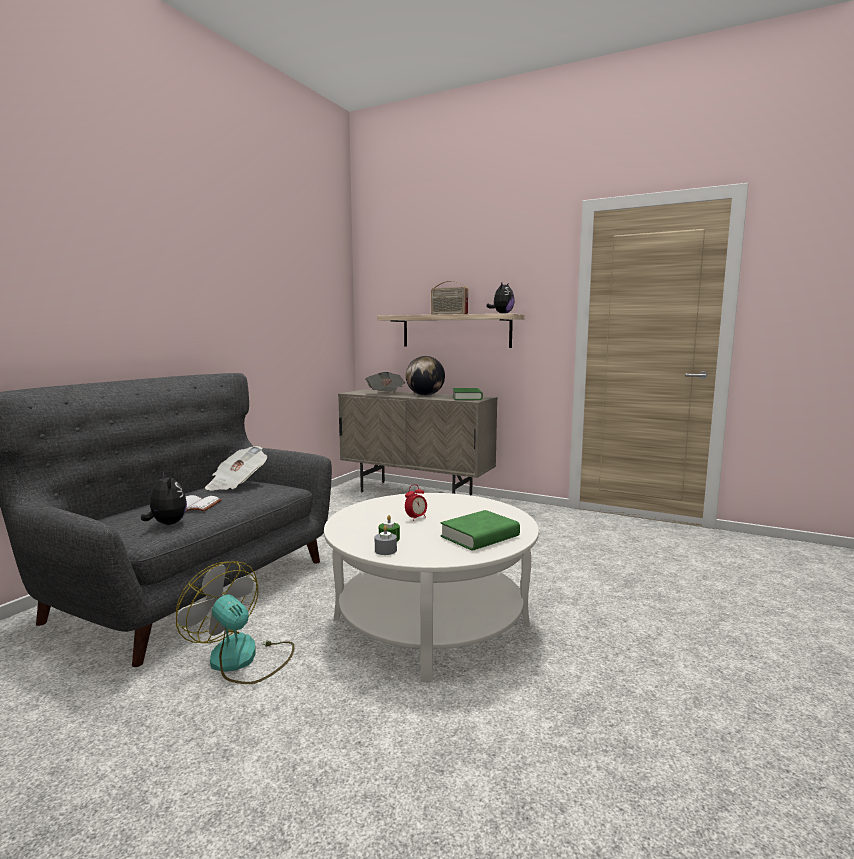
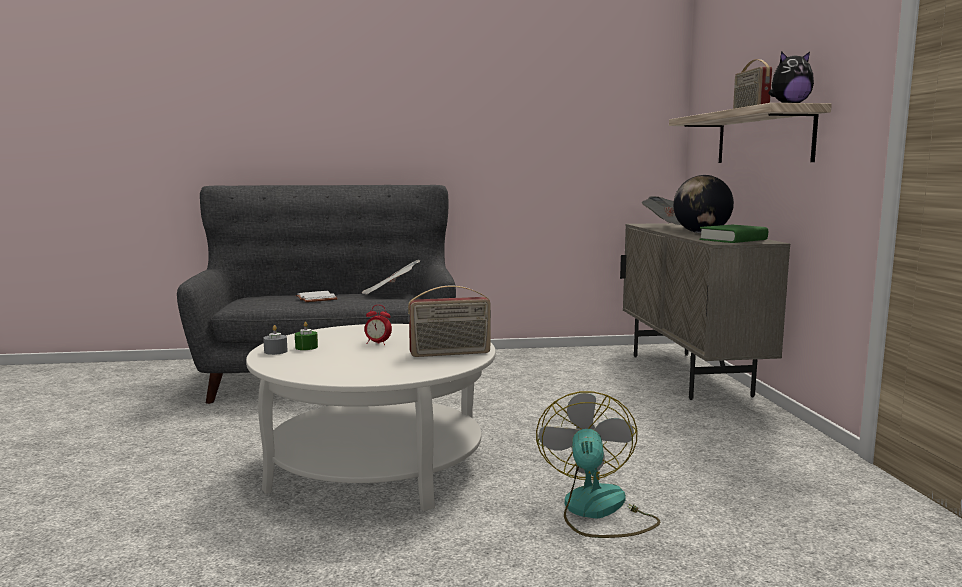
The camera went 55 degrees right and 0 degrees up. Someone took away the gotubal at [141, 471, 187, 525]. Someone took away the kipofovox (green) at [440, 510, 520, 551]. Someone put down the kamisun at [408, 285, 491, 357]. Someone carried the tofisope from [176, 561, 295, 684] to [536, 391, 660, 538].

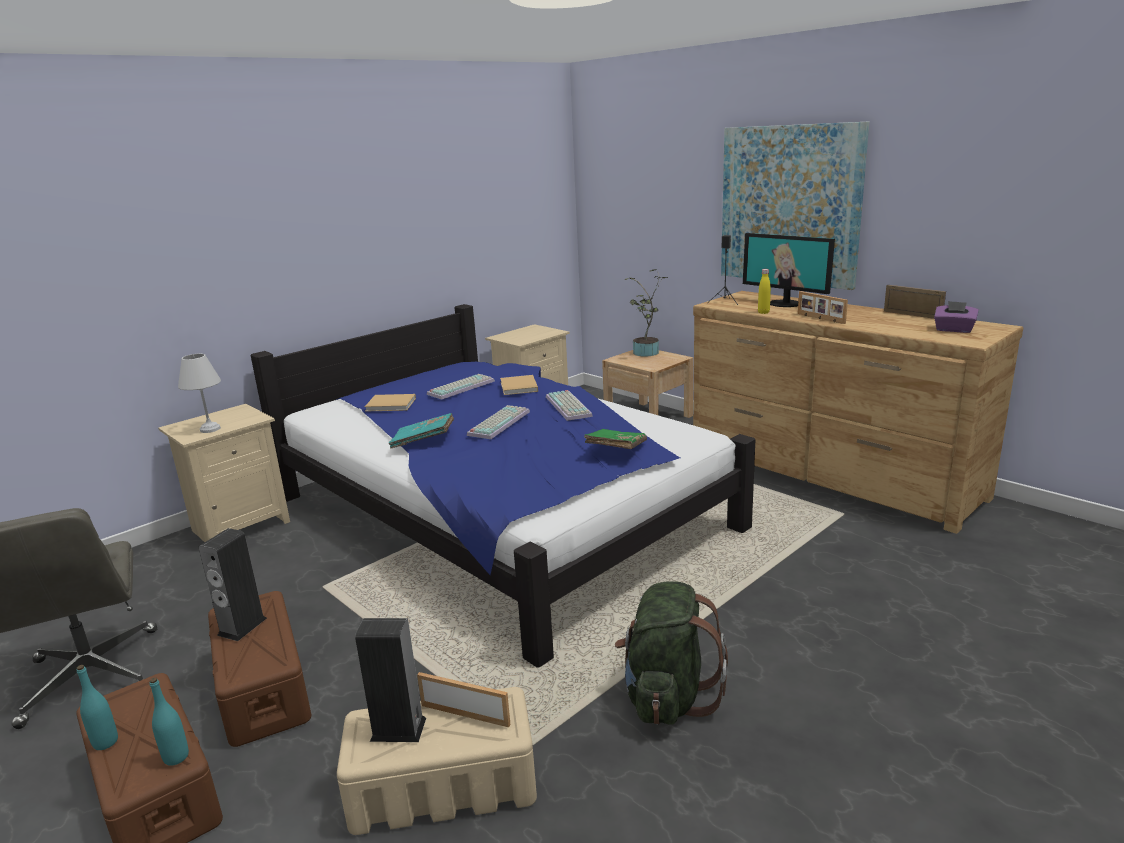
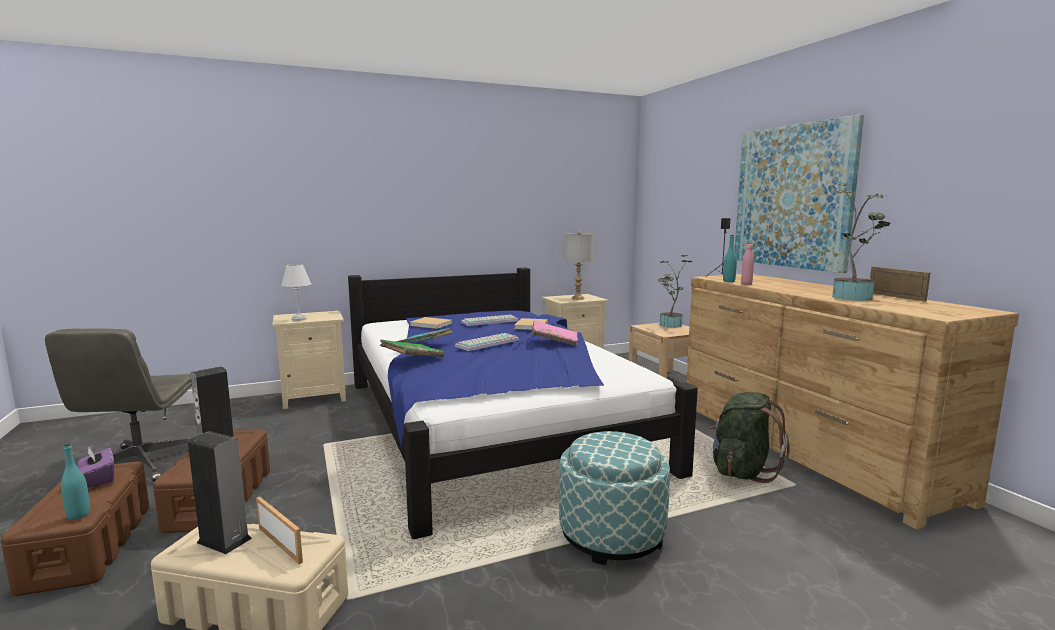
The camera went 20 degrees right and 10 degrees down. Someone took away the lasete at [743, 233, 835, 307]. Someone took away the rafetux at [798, 291, 848, 324]. Someone put down the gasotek at [559, 431, 670, 565]. Someone put down the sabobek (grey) at [565, 231, 594, 300]. Someone put down the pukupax at [832, 183, 890, 301]. Someone carried the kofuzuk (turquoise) from [77, 665, 118, 750] to [723, 235, 737, 282]. Someone carried the kipofovox (green) from [584, 429, 647, 449] to [380, 340, 444, 357]. Someone carried the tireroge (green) from [615, 581, 728, 725] to [709, 392, 790, 483]. Someone carried the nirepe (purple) from [934, 301, 979, 333] to [78, 446, 114, 488]. Someone swapped the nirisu at [546, 390, 593, 421] for the kipofovox (pink) at [532, 320, 578, 346]. Someone repainted the kofuzuk (yellow) at [758, 269, 771, 314], which became the kofuzuk (pink) at [741, 244, 754, 285].

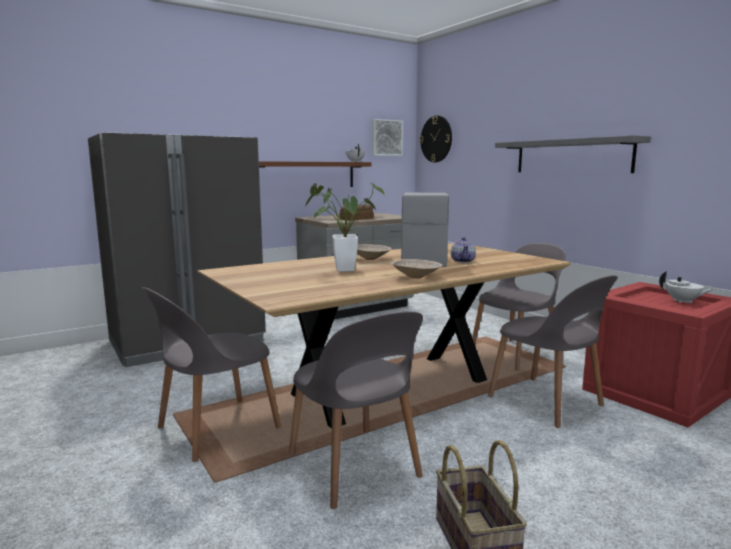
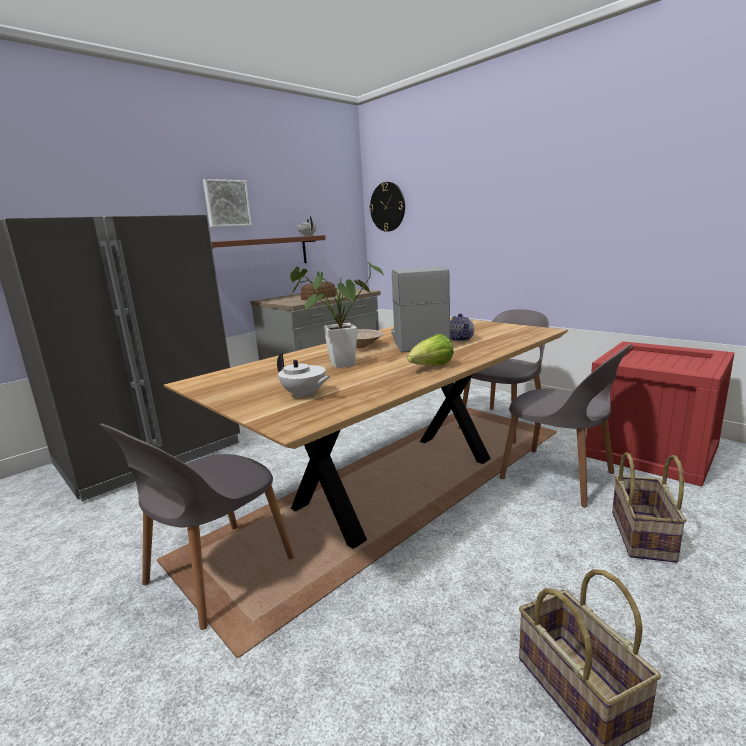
The camera went 10 degrees left and 5 degrees up. Someone took away the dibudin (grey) at [289, 312, 423, 509]. Someone took away the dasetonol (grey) at [495, 135, 651, 173]. Someone put down the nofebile at [612, 452, 687, 563]. Someone carried the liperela from [372, 119, 403, 156] to [203, 179, 252, 227]. Someone carried the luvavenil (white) from [659, 271, 714, 303] to [277, 353, 331, 399]. Someone swapped the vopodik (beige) at [391, 259, 443, 279] for the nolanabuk at [408, 334, 454, 365].

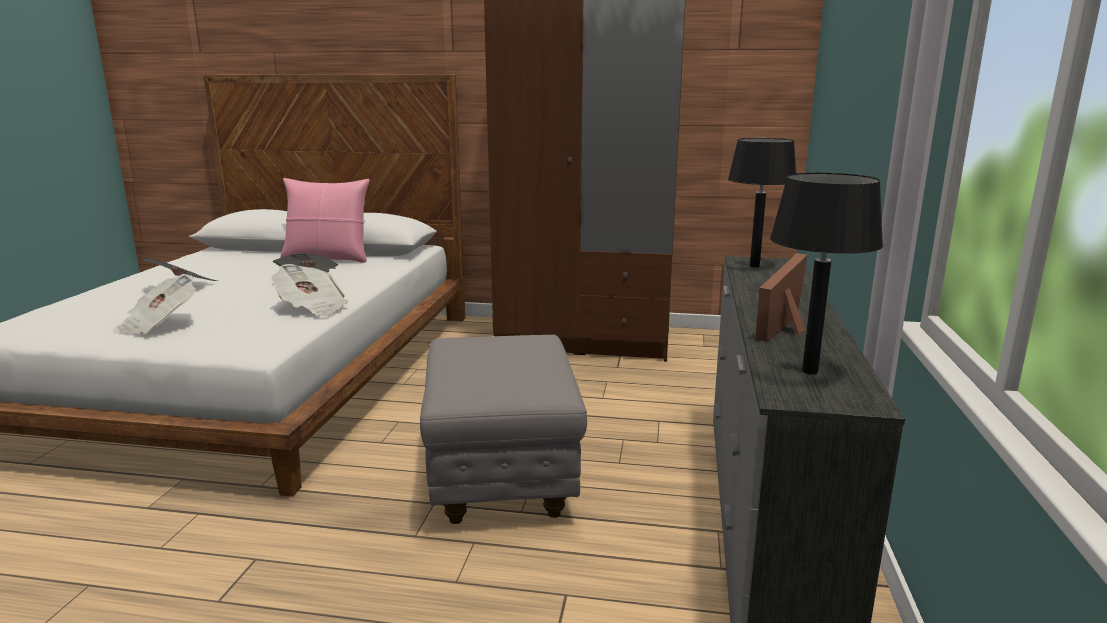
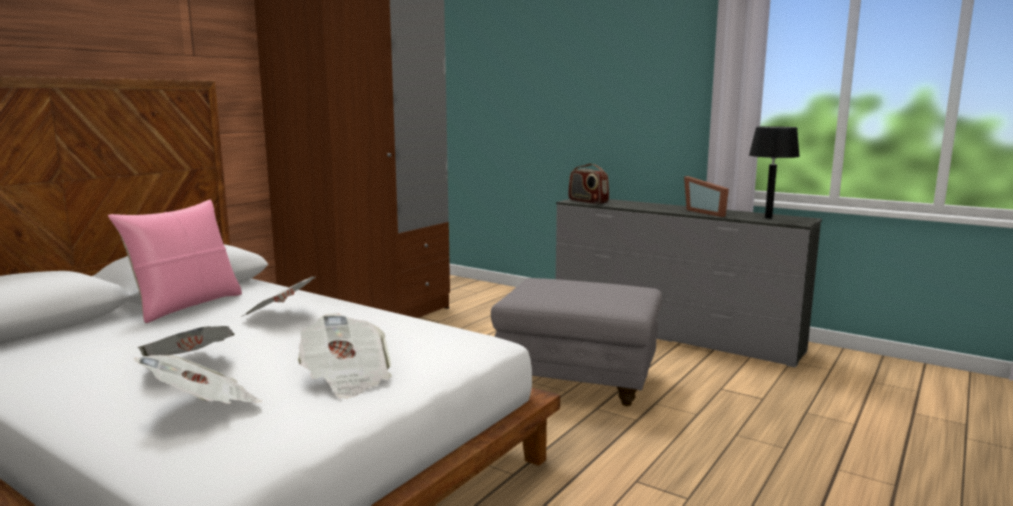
The camera went 65 degrees left and 5 degrees down. Someone carried the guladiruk from [271, 264, 348, 317] to [134, 355, 262, 404]. Someone swapped the sabobek (black) at [728, 138, 796, 267] for the kamisun at [568, 163, 609, 204].

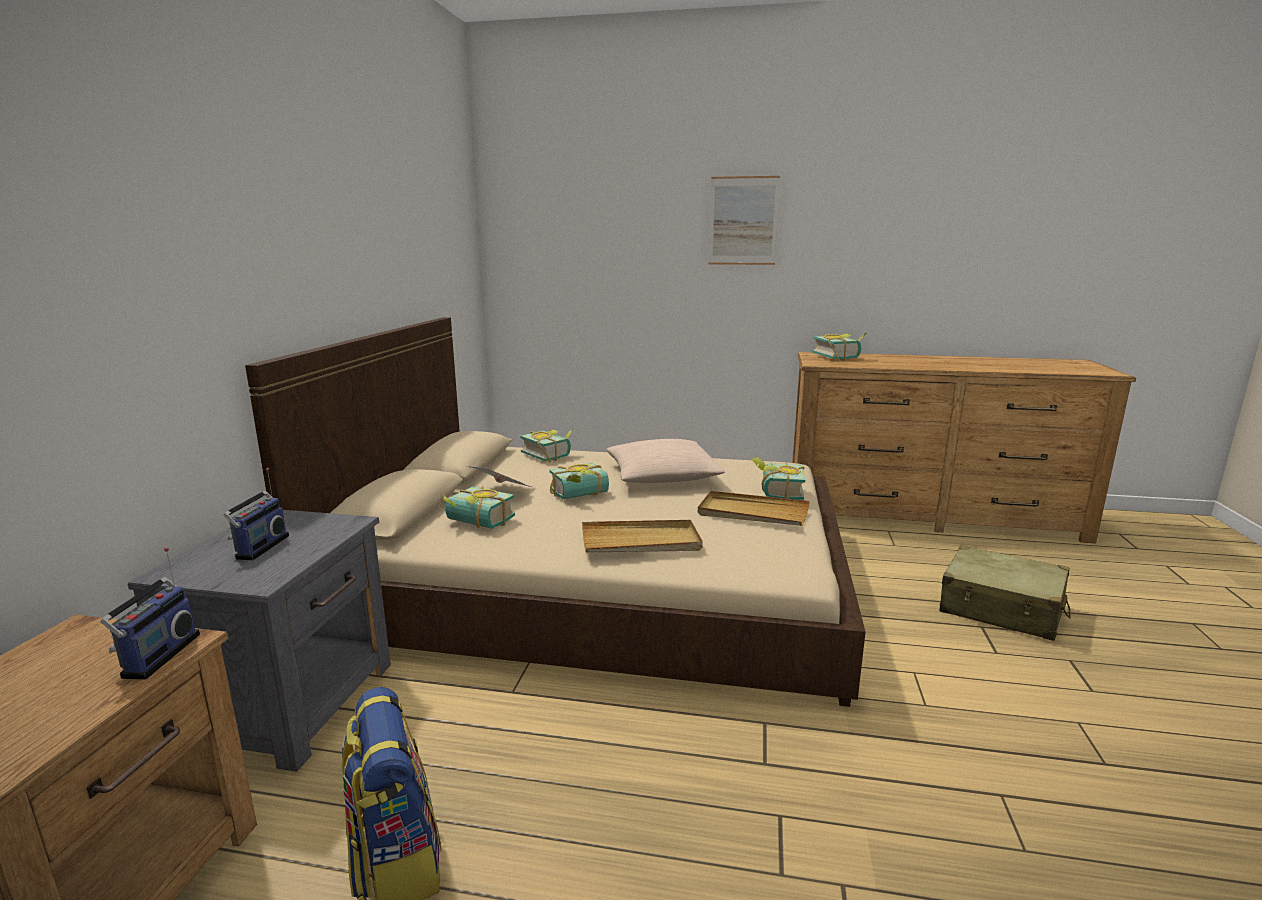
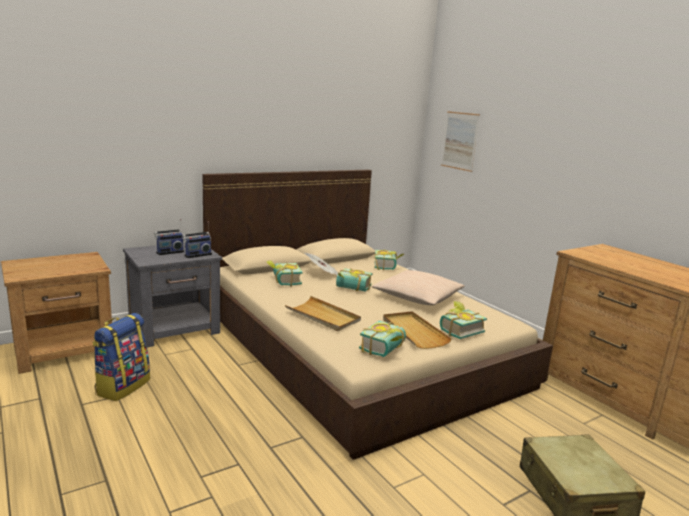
The camera went 45 degrees right and 0 degrees up. Someone carried the kamisun from [100, 548, 200, 680] to [183, 222, 212, 258]. Someone carried the liperela from [709, 176, 780, 265] to [441, 111, 480, 172]. Someone carried the kipofovox from [812, 333, 867, 361] to [359, 321, 406, 357].

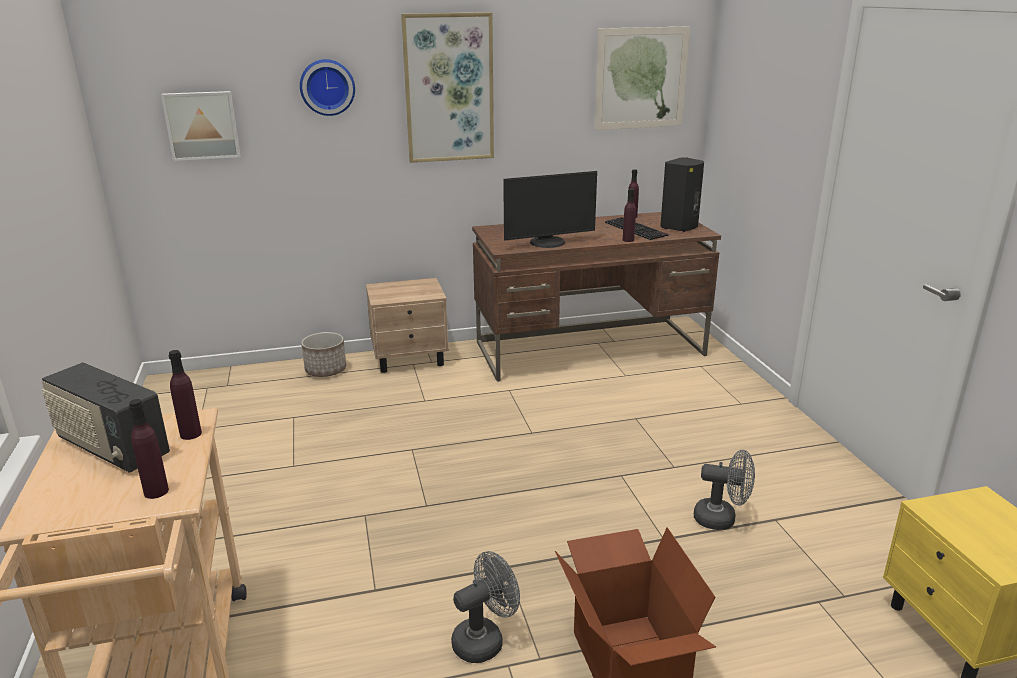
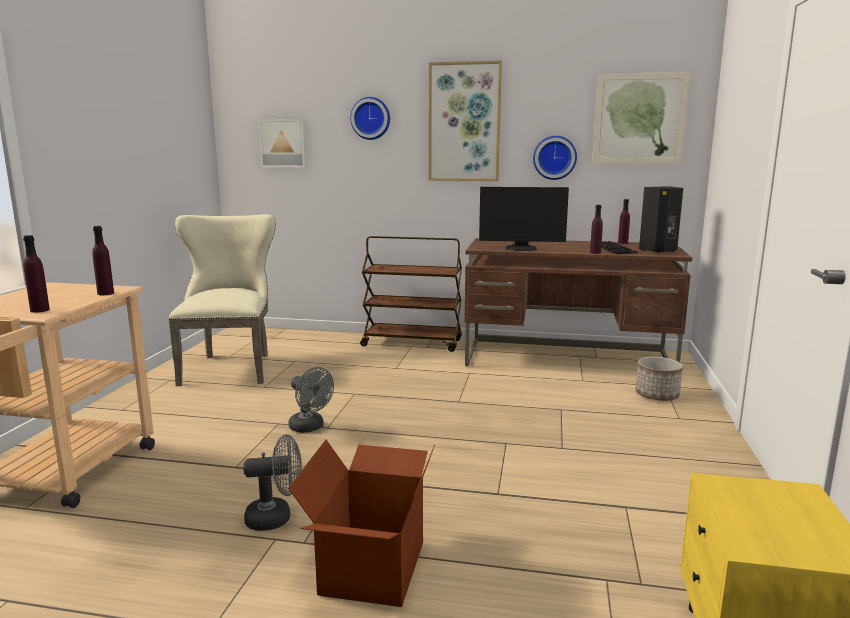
The camera went 25 degrees right and 10 degrees down. Someone took away the kamisun at [42, 362, 170, 473]. Someone put down the dibudin (beige) at [168, 214, 276, 386]. Someone put up the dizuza at [533, 136, 577, 180]. Someone carried the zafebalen from [301, 332, 346, 377] to [635, 357, 683, 401]. Someone carried the tofisope (grey) from [694, 450, 755, 530] to [289, 367, 334, 433]. Someone swapped the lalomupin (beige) at [366, 278, 449, 373] for the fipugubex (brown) at [360, 236, 462, 352].

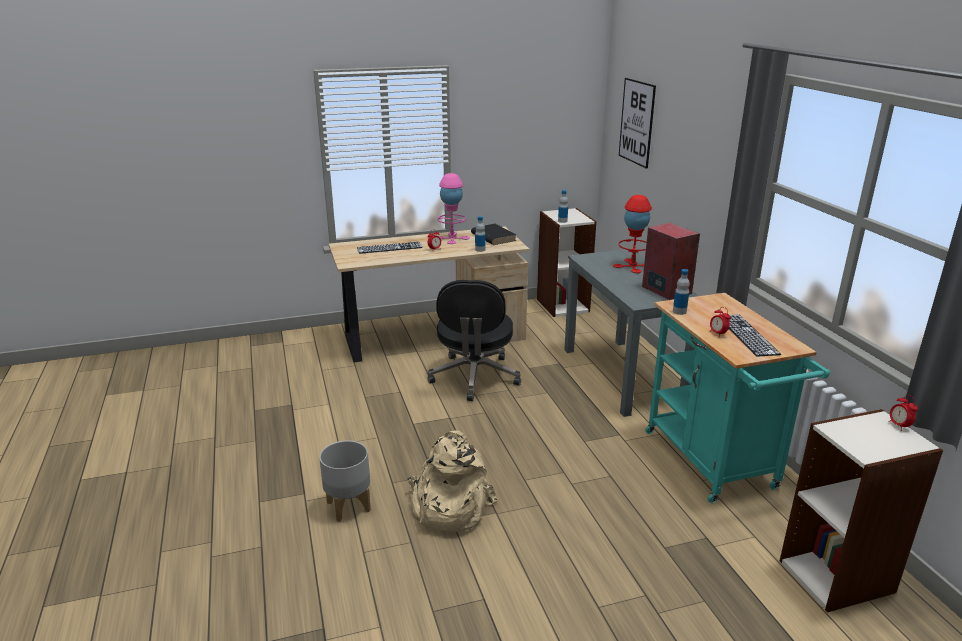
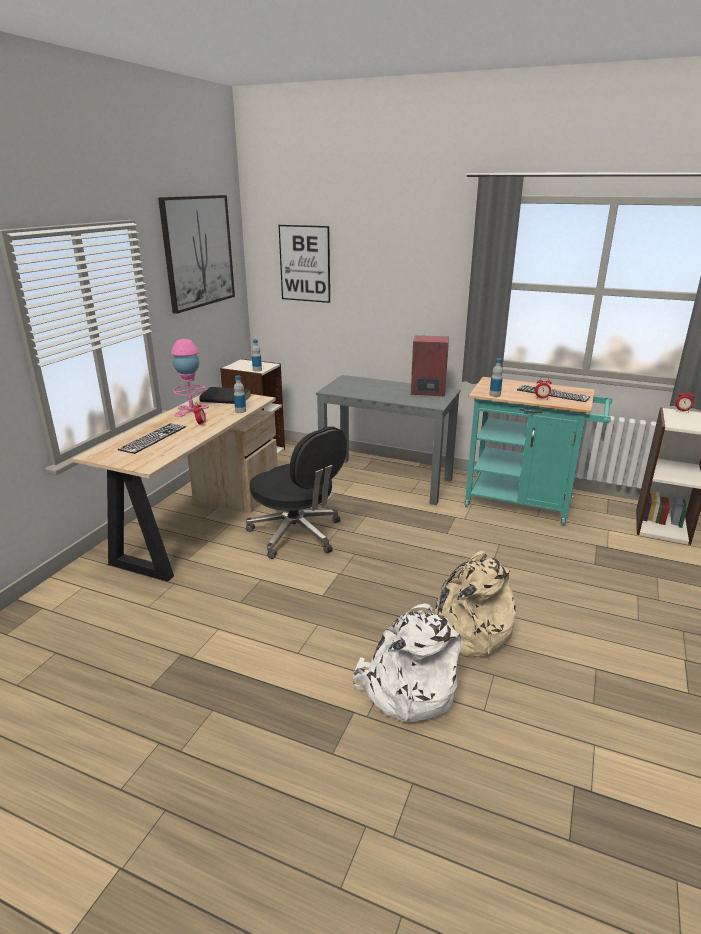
The camera went 50 degrees left and 0 degrees up. Someone took away the sabobek (red) at [613, 195, 652, 273]. Someone put up the liperela at [158, 195, 235, 314]. Someone swapped the zafebalen (grey) at [319, 440, 371, 522] for the tireroge (white) at [353, 603, 461, 722].

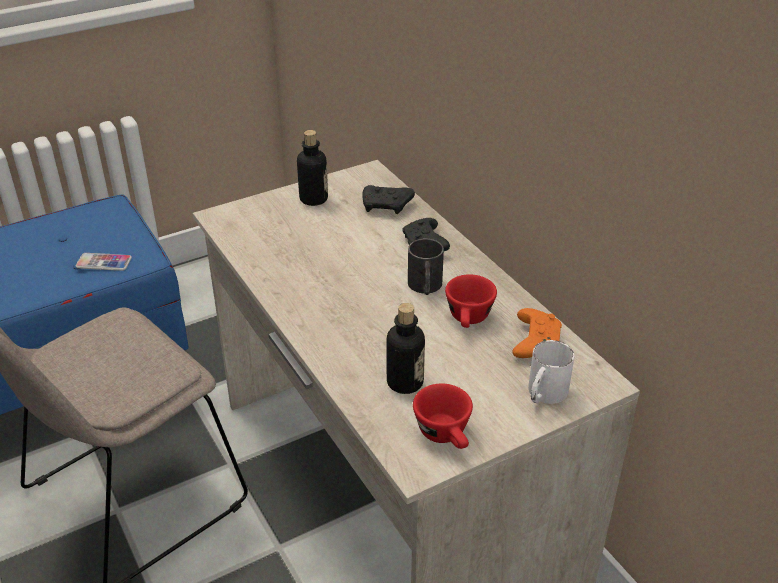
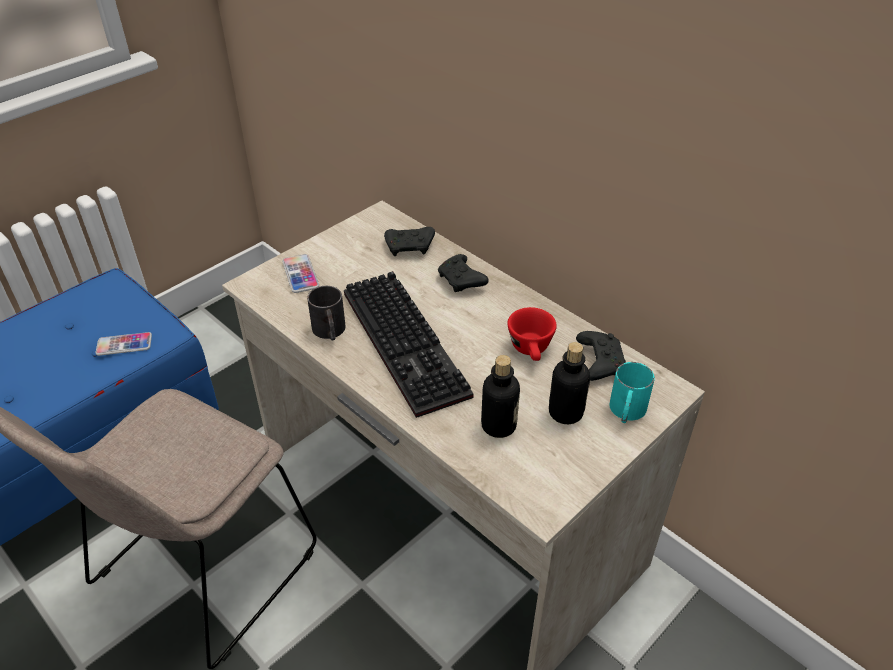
The camera went 15 degrees left and 5 degrees up. Someone took away the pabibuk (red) at [413, 383, 473, 449]. Someone put down the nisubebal at [282, 254, 319, 293]. Someone put down the nirisu at [344, 271, 473, 418]. Someone carried the kofuzuk from [297, 130, 328, 206] to [549, 342, 590, 424]. Someone carried the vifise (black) from [408, 239, 444, 295] to [307, 286, 346, 340]. Someone repainted the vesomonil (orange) at [512, 308, 562, 358], which became the vesomonil (black) at [576, 331, 626, 381]. Someone repainted the vifise (white) at [528, 340, 574, 404], which became the vifise (turquoise) at [609, 362, 655, 423].

